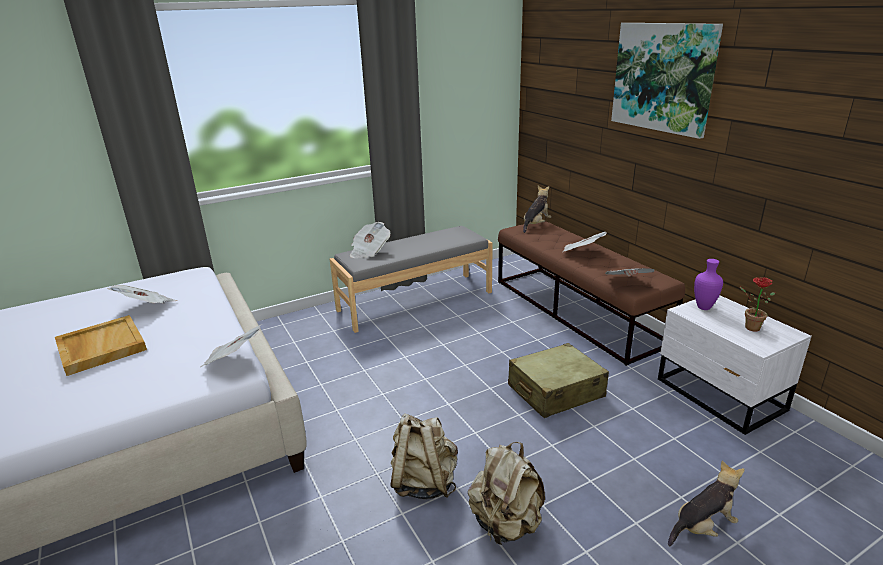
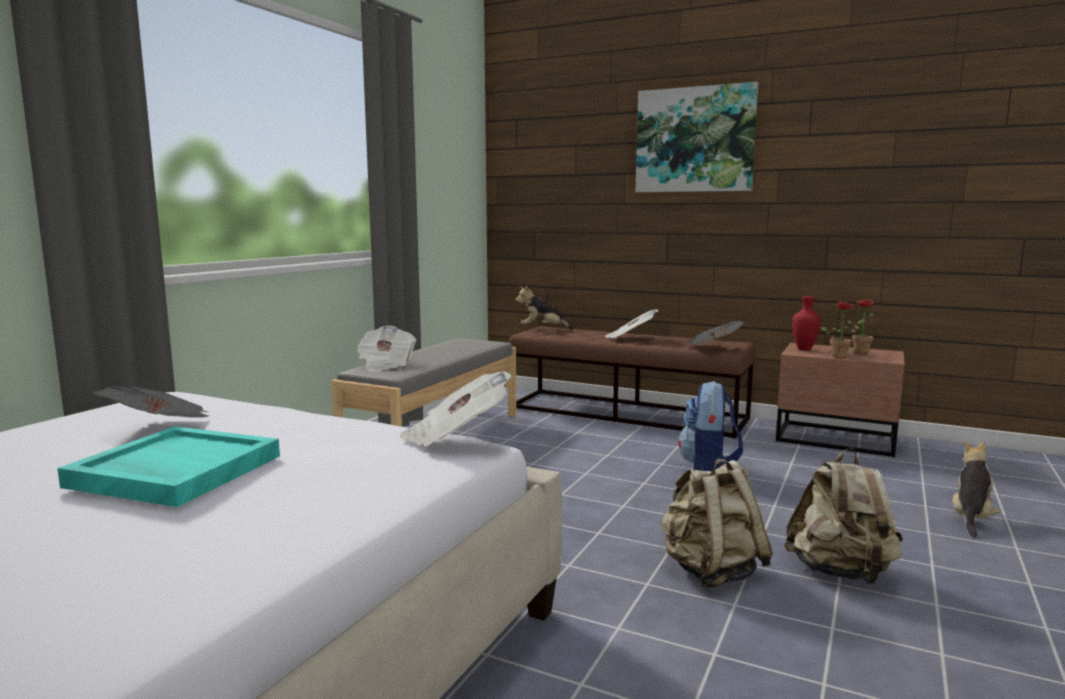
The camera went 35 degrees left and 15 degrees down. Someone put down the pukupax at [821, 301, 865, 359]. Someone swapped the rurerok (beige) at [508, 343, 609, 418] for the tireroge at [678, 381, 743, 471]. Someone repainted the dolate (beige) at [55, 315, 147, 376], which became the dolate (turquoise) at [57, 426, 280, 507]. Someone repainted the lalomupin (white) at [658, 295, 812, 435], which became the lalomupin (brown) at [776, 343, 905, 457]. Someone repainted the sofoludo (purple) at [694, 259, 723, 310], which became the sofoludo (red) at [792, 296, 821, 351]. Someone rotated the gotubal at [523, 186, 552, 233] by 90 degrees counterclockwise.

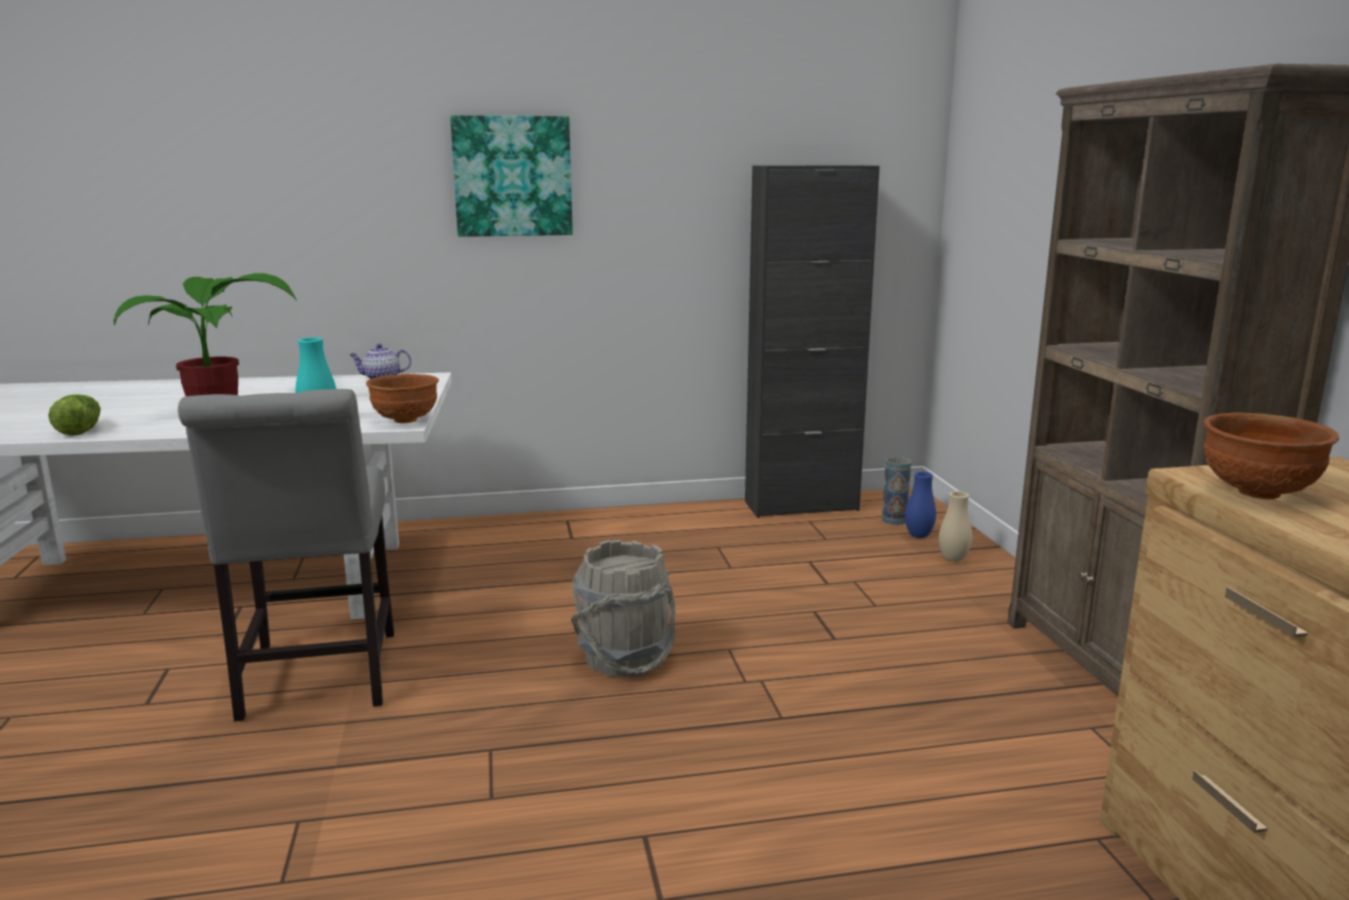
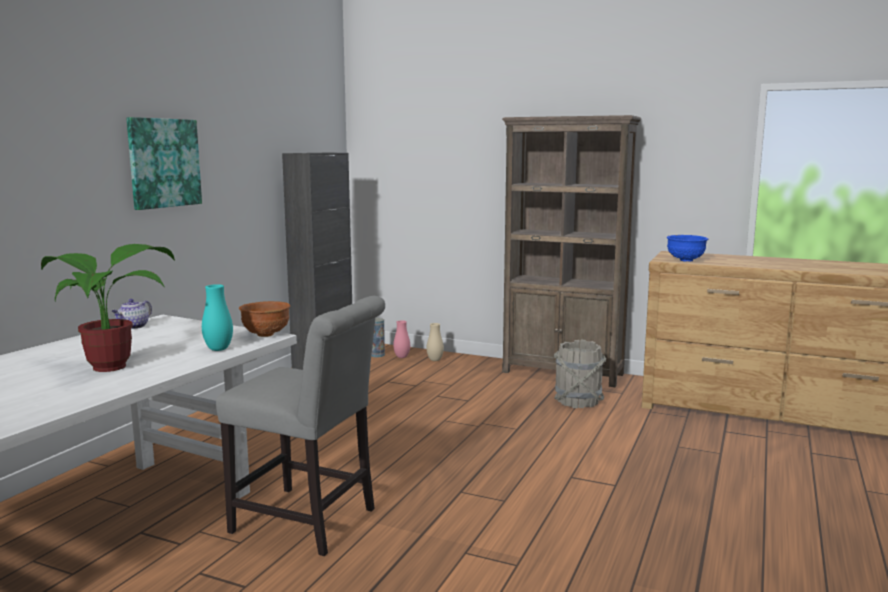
The camera went 55 degrees left and 5 degrees down. Someone took away the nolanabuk at [48, 394, 101, 436]. Someone carried the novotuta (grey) from [571, 540, 676, 678] to [554, 340, 606, 408]. Someone repainted the sofoludo (blue) at [905, 472, 936, 538], which became the sofoludo (pink) at [393, 320, 410, 358]. Someone repainted the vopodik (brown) at [1203, 413, 1339, 499], which became the vopodik (blue) at [667, 235, 708, 262].

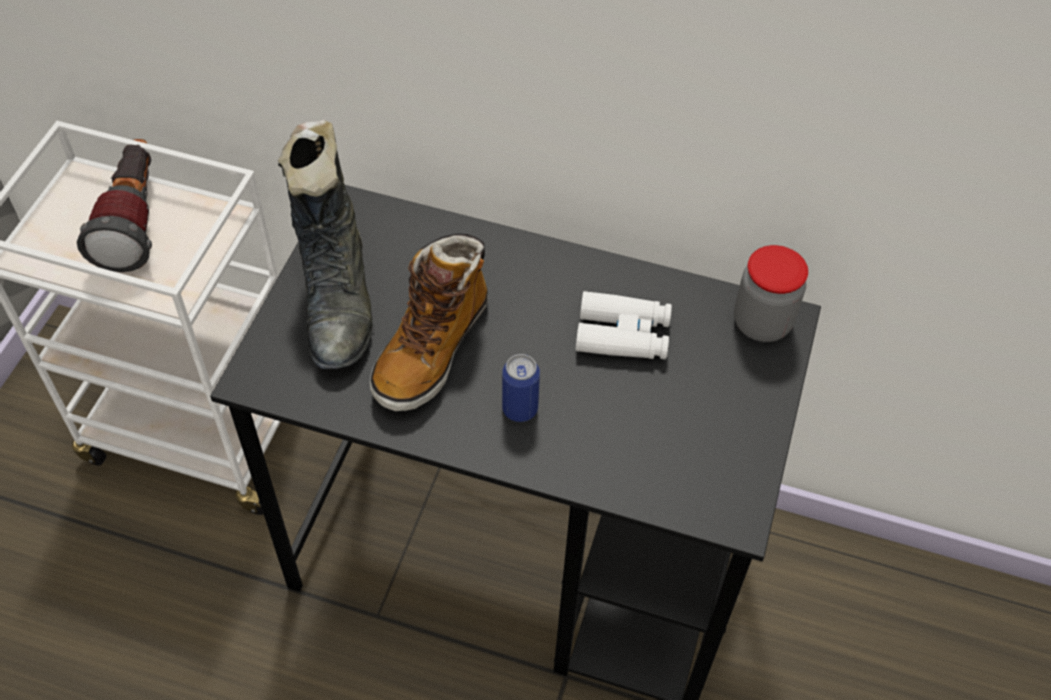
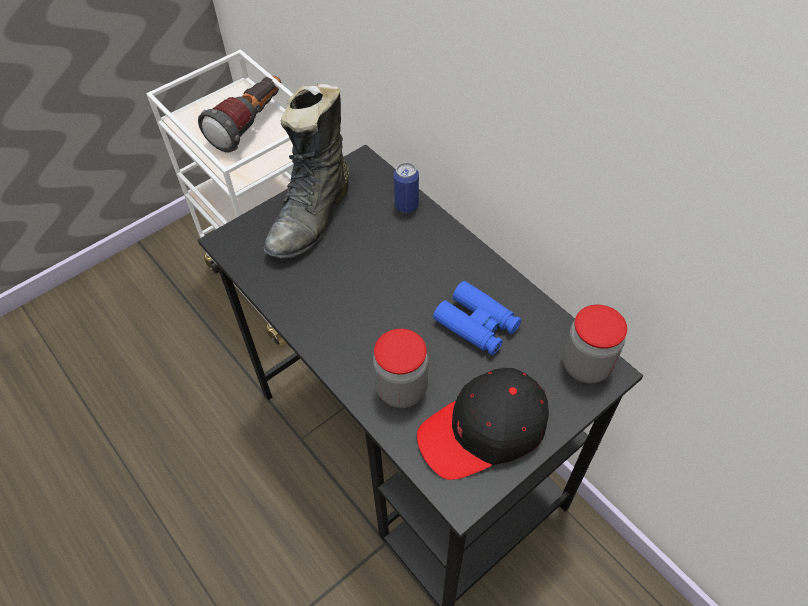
The camera went 35 degrees right and 0 degrees up. Someone took away the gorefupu at [370, 234, 488, 412]. Someone put down the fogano at [373, 329, 428, 408]. Someone put down the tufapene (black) at [417, 368, 549, 480]. Someone carried the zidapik from [502, 354, 540, 422] to [394, 162, 419, 213]. Someone repainted the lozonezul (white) at [576, 291, 672, 359], which became the lozonezul (blue) at [433, 281, 521, 355].

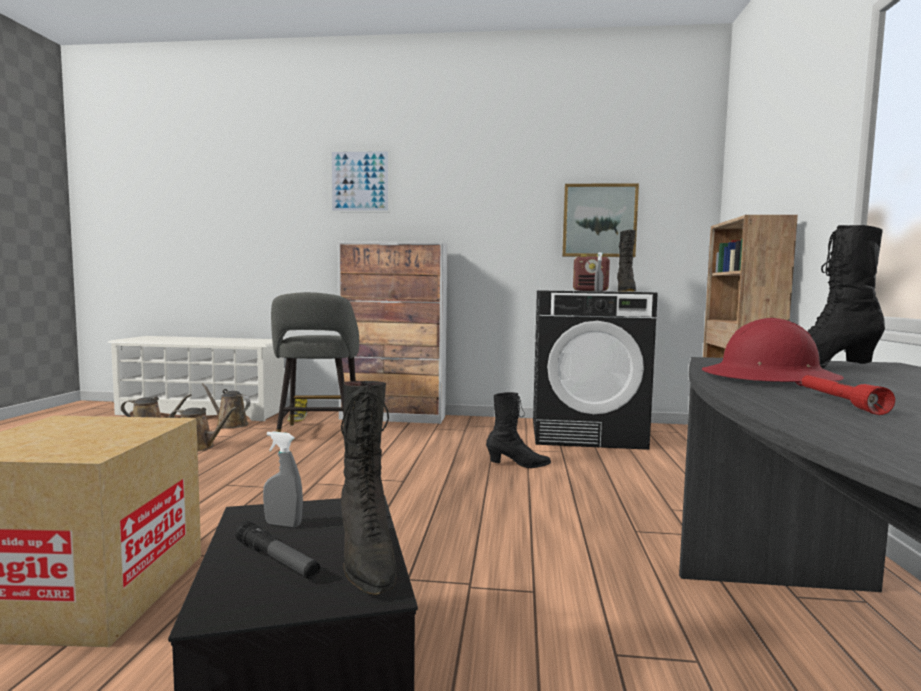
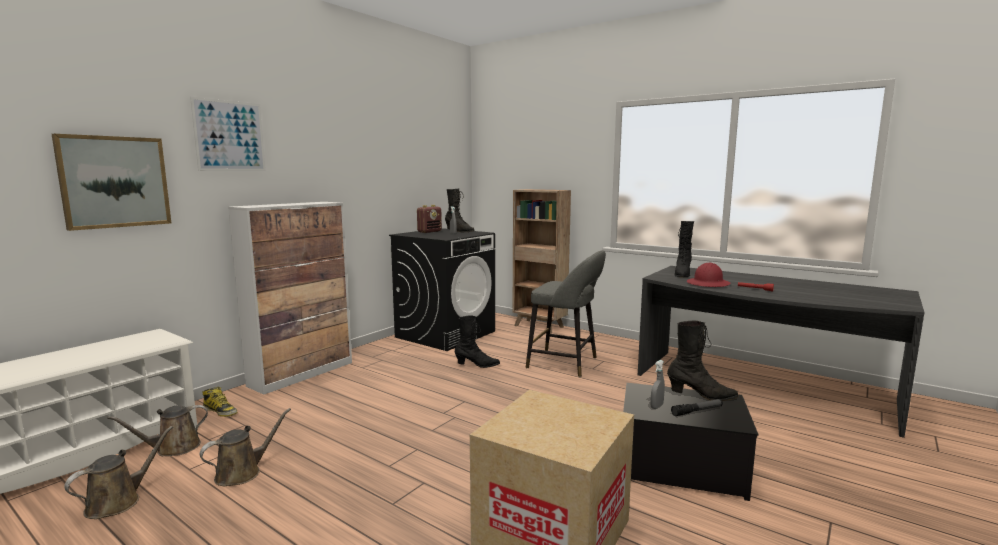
The camera went 60 degrees left and 5 degrees up. Someone carried the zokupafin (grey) from [271, 292, 359, 432] to [526, 250, 606, 377]. Someone carried the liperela from [562, 183, 639, 257] to [52, 134, 171, 231]. Someone rotated the gorefupu (black) at [486, 392, 551, 468] by 60 degrees clockwise.

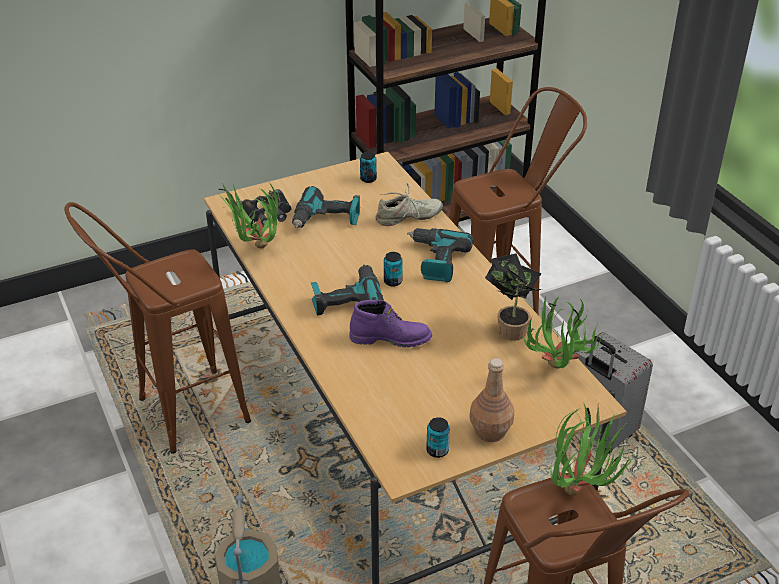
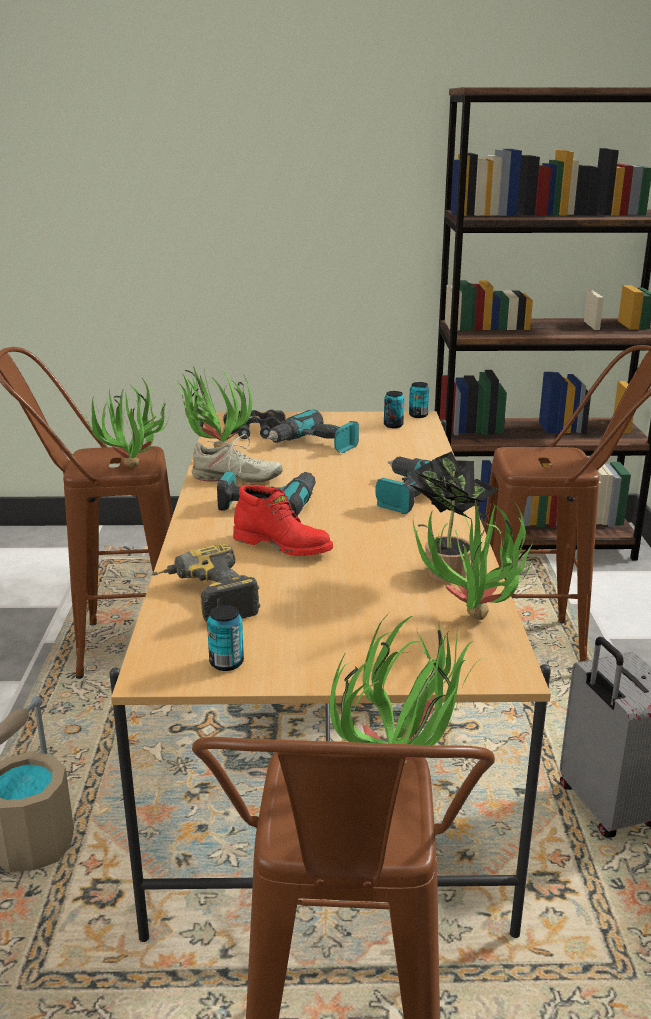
The camera went 25 degrees right and 15 degrees down. Someone took away the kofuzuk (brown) at [469, 358, 514, 442]. Someone put down the pukupax at [84, 378, 170, 467]. Someone put down the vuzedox at [152, 544, 260, 622]. Someone carried the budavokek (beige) from [376, 183, 443, 226] to [192, 434, 283, 483]. Someone carried the zidapik from [384, 252, 403, 287] to [409, 382, 429, 418]. Someone repainted the gorefupu (purple) at [350, 300, 432, 347], which became the gorefupu (red) at [233, 485, 333, 556].

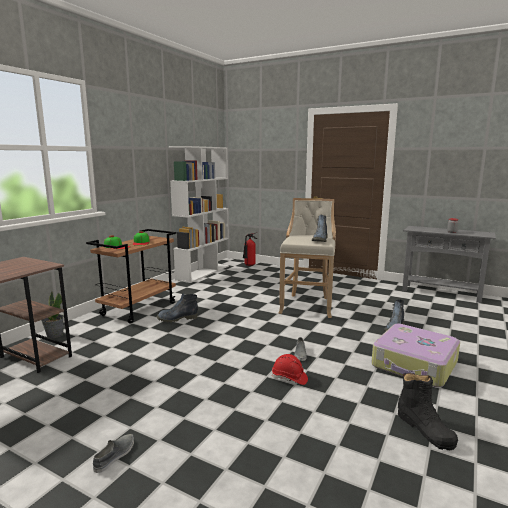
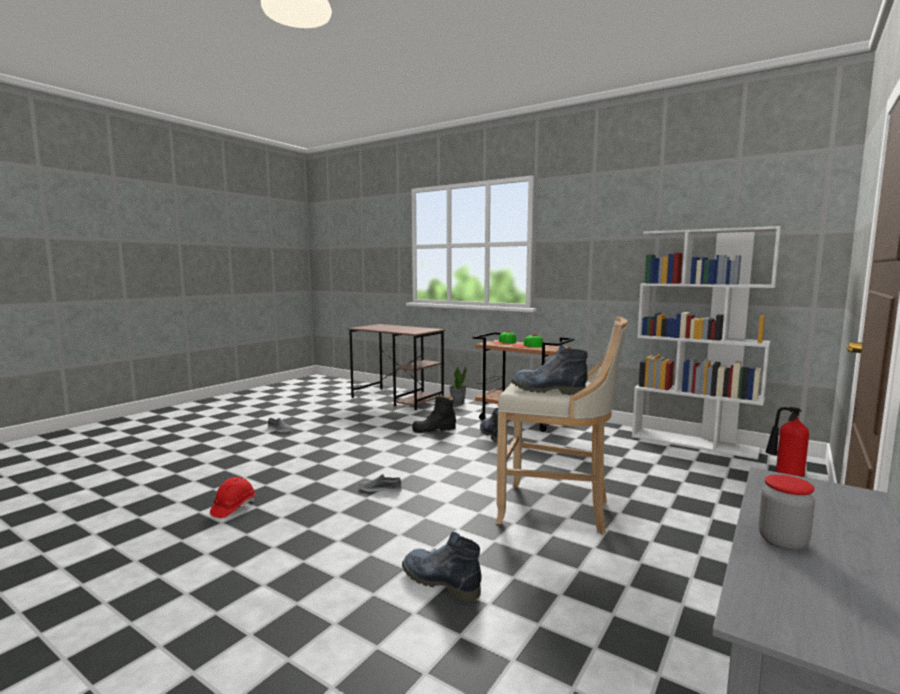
The camera went 95 degrees right and 5 degrees down. Someone took away the rurerok at [371, 324, 460, 387]. Someone carried the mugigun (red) from [272, 354, 308, 385] to [210, 477, 256, 518]. Someone carried the gorefupu (black) from [398, 373, 458, 450] to [412, 394, 456, 433].

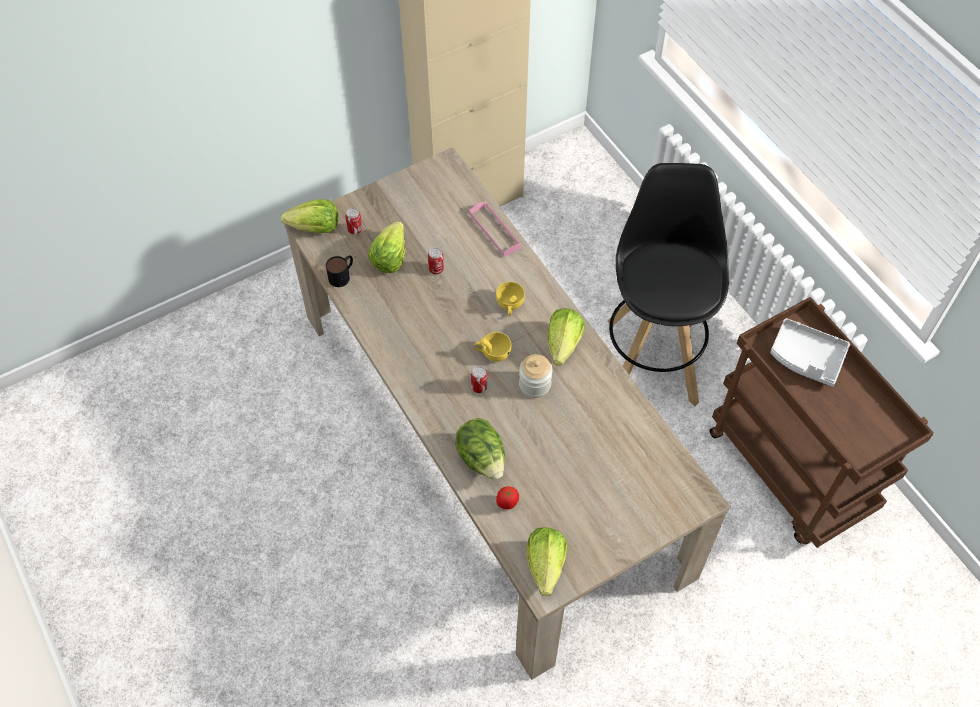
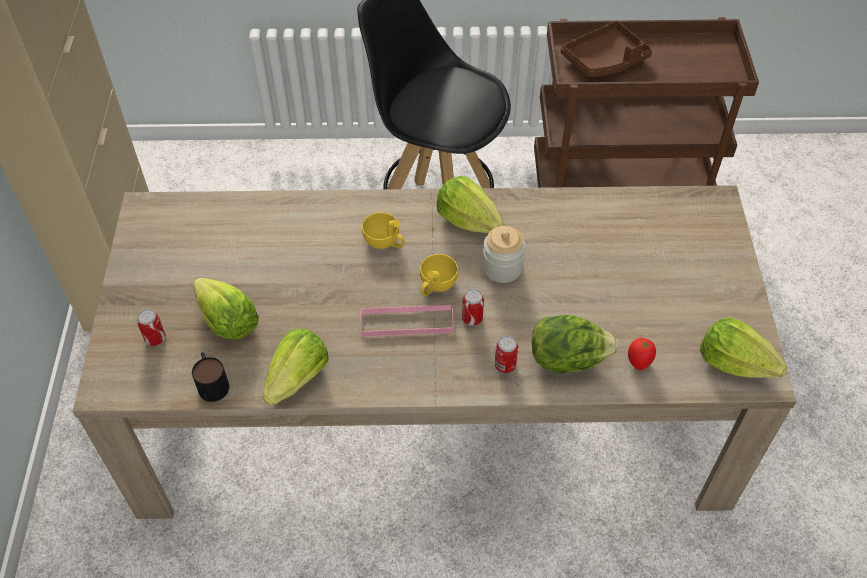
The camera went 60 degrees left and 5 degrees down. Someone carried the nolanabuk from [281, 199, 339, 233] to [263, 329, 329, 406]. Someone carried the zidapik from [428, 248, 444, 274] to [495, 336, 518, 373]. Someone carried the dolate (pink) from [469, 202, 521, 257] to [360, 304, 454, 337]. Someone repainted the dolate (grey) at [770, 318, 850, 387], which became the dolate (brown) at [561, 21, 652, 77].

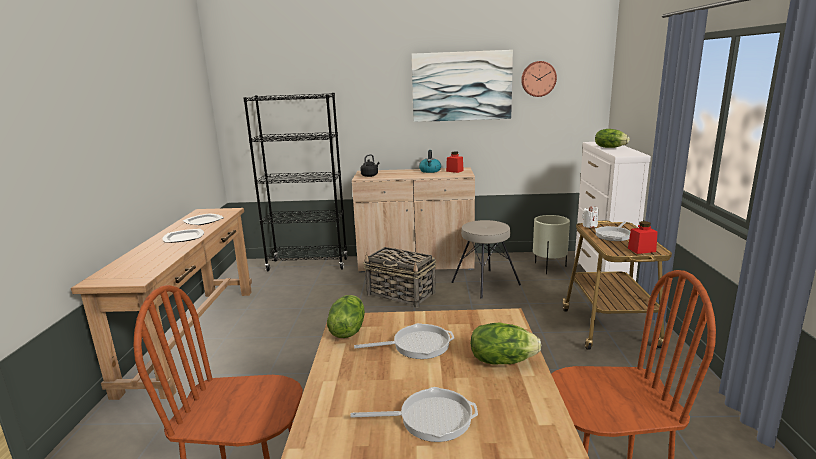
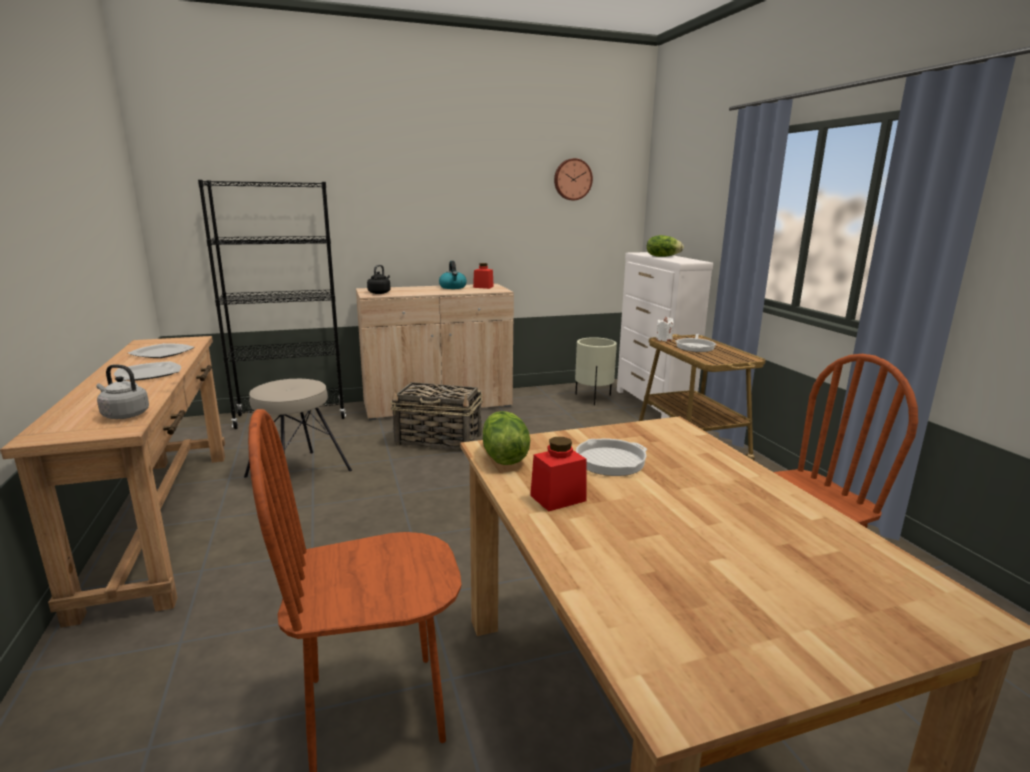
The camera went 20 degrees left and 0 degrees up. Someone took away the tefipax at [350, 387, 478, 442]. Someone took away the liperela at [411, 50, 513, 122]. Someone took away the nolanabuk at [470, 322, 541, 365]. Someone put down the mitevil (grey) at [97, 364, 149, 419]. Someone carried the zokupafin (beige) from [451, 220, 521, 299] to [244, 379, 352, 478]. Someone carried the fogano (red) from [628, 221, 658, 254] to [530, 437, 587, 511].

